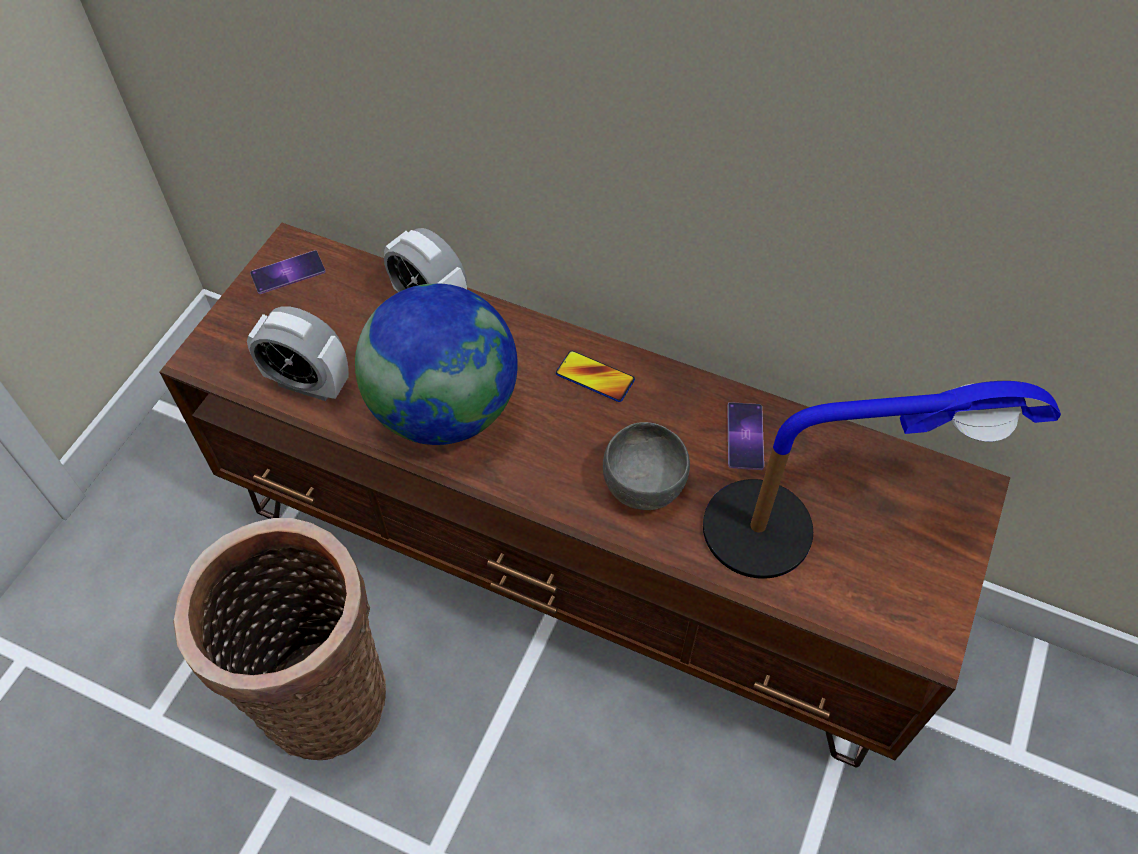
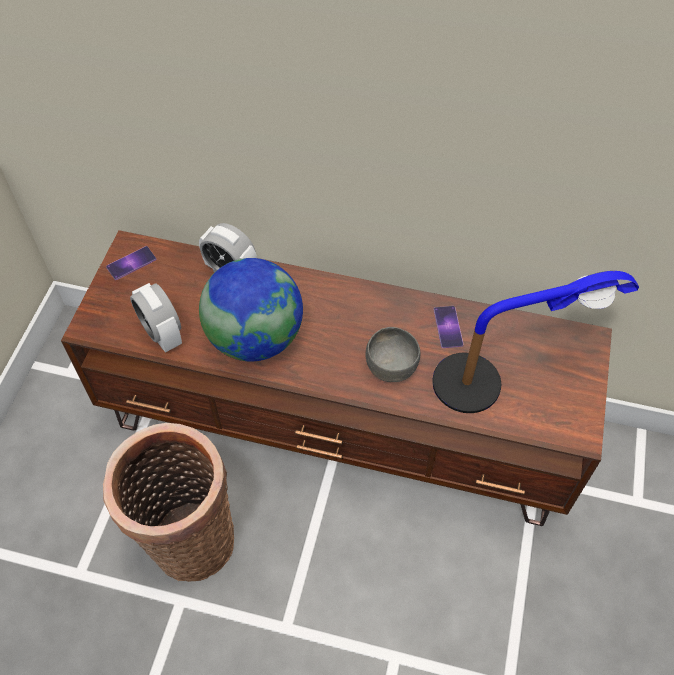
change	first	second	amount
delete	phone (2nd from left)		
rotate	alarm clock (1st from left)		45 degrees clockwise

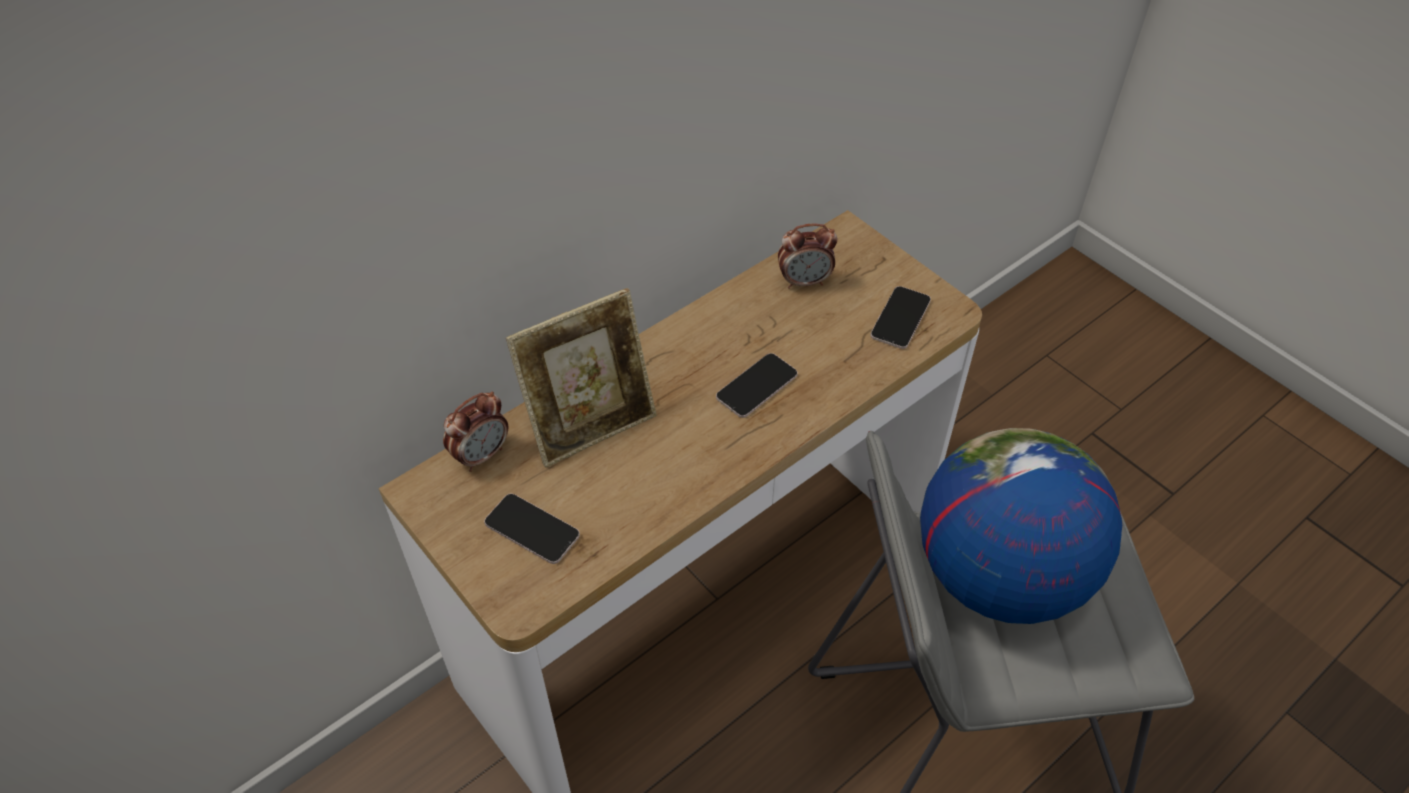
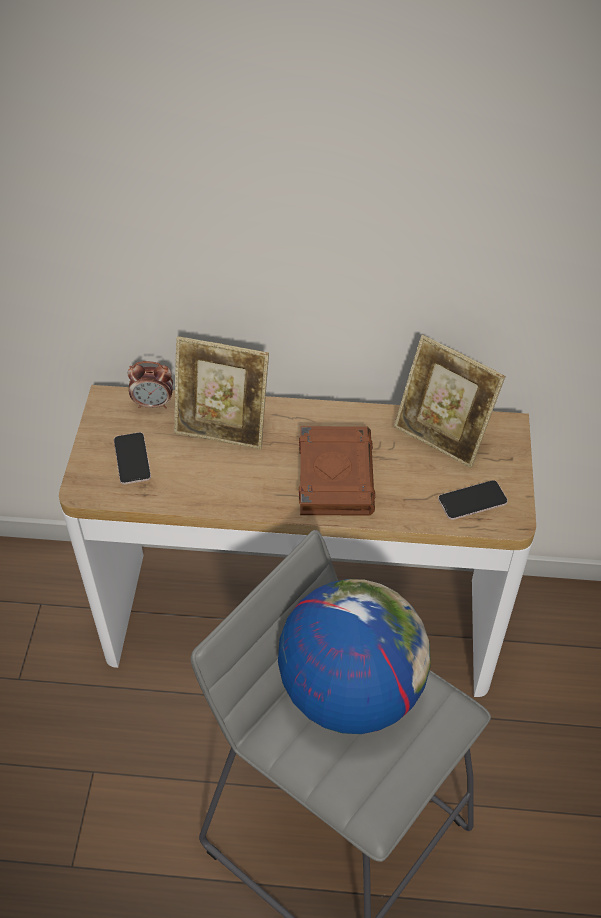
change	first	second	amount
replace	phone (2nd from left)	brown book	
replace	alarm clock (2nd from left)	picture frame (2nd from left)	

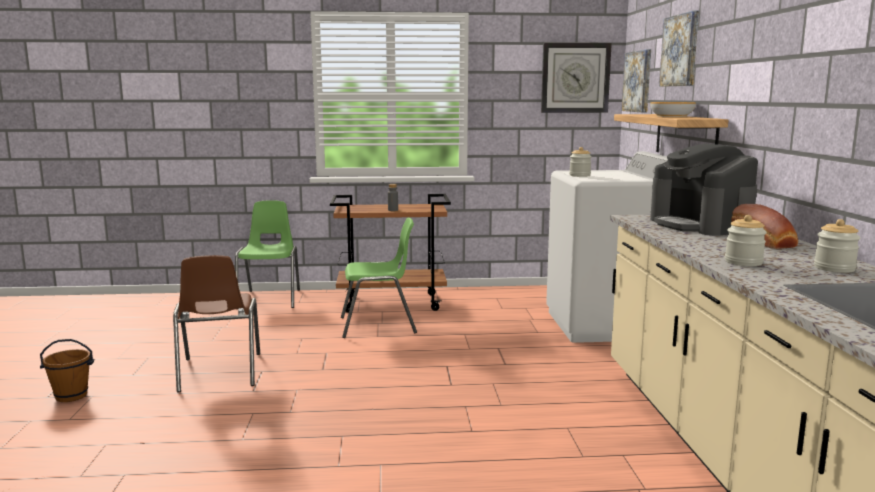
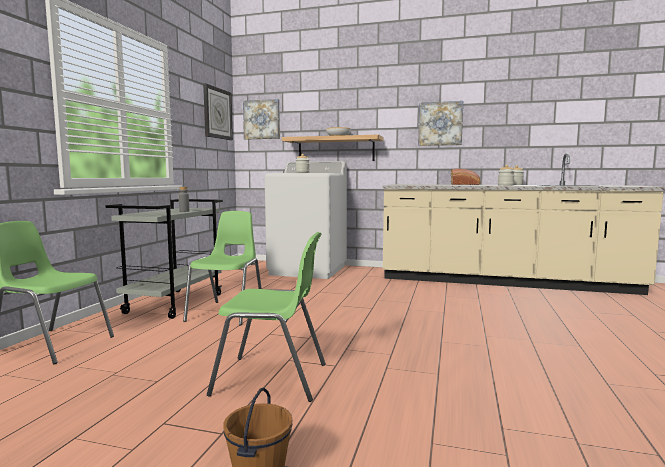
change	first	second	amount
delete	coffee machine		
move	picture (2nd from left)		
recolor	brown chair	green chair (3rd from left)	
recolor	brown cart	grey cart	

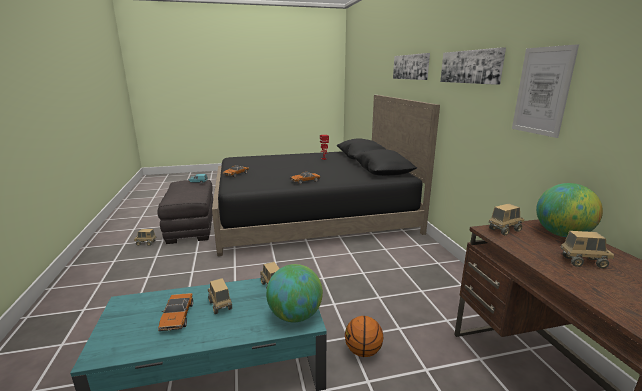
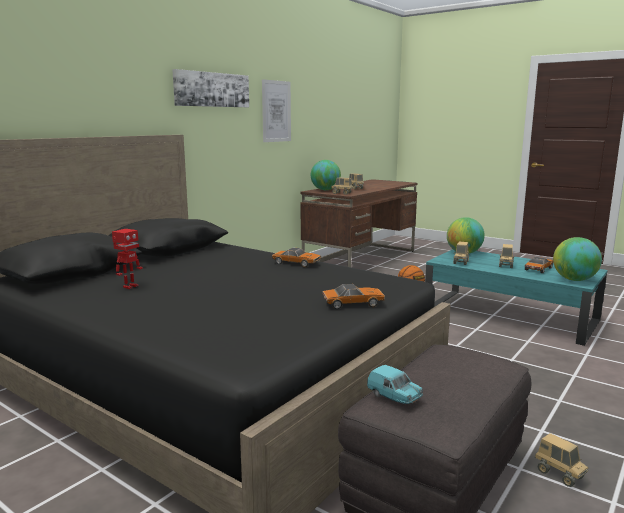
change	first	second	amount
delete	picture (1st from left)		
insert		globe (3rd from left)	

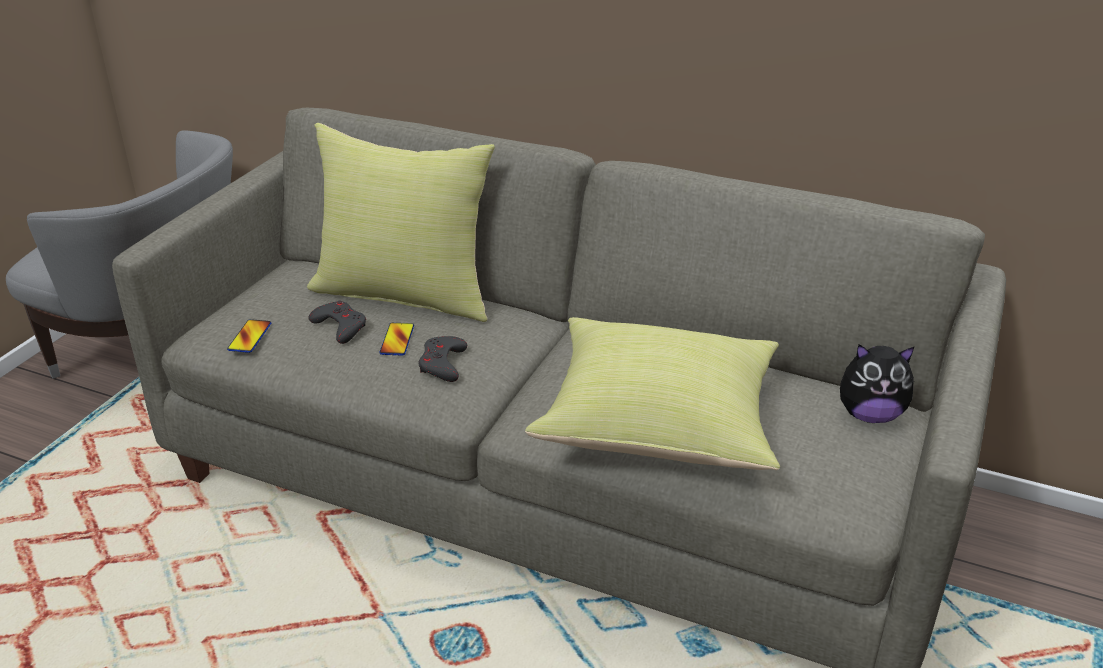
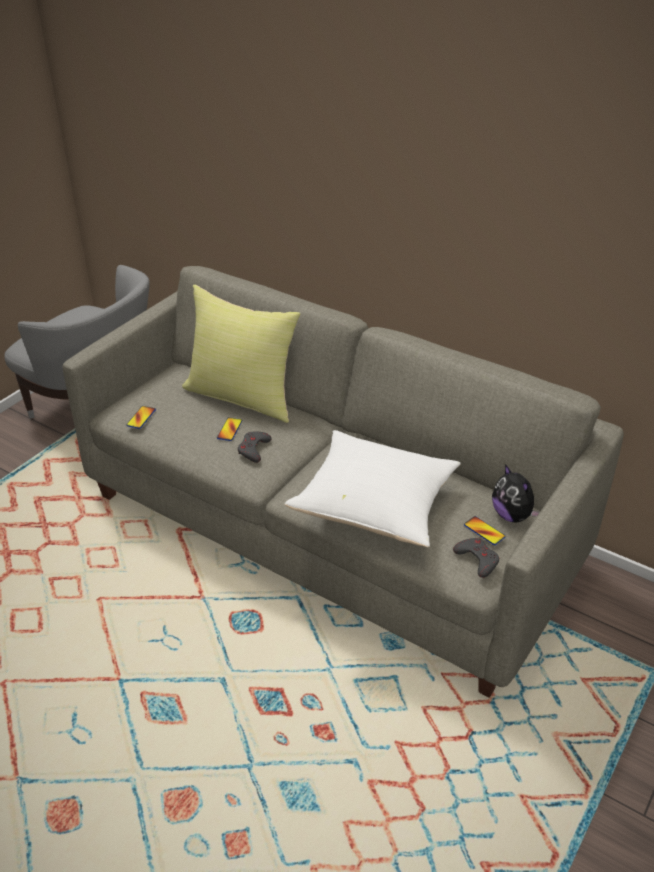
change	first	second	amount
insert		phone (3rd from left)	
move	grey game controller (1st from left in the first image)	grey game controller (2nd from left)	
recolor	yellow pillow (2nd from left)	white pillow	
rotate	plush toy		45 degrees clockwise

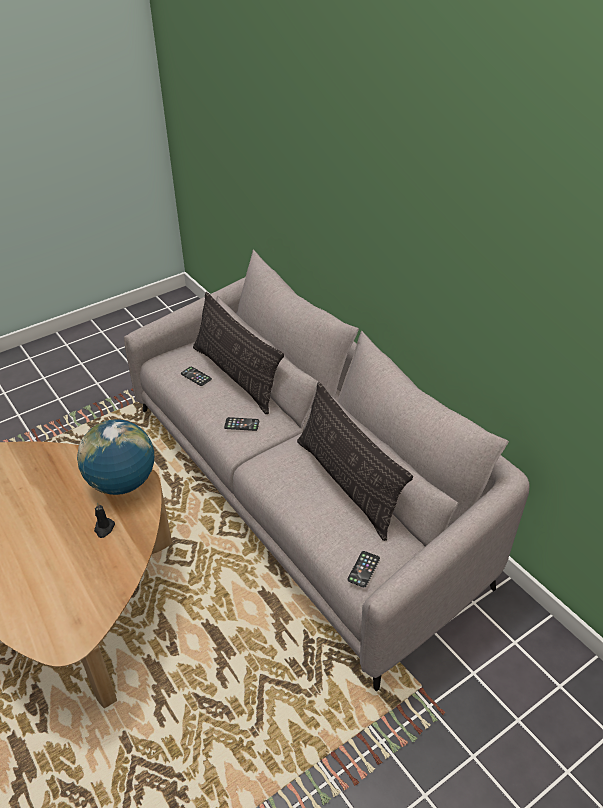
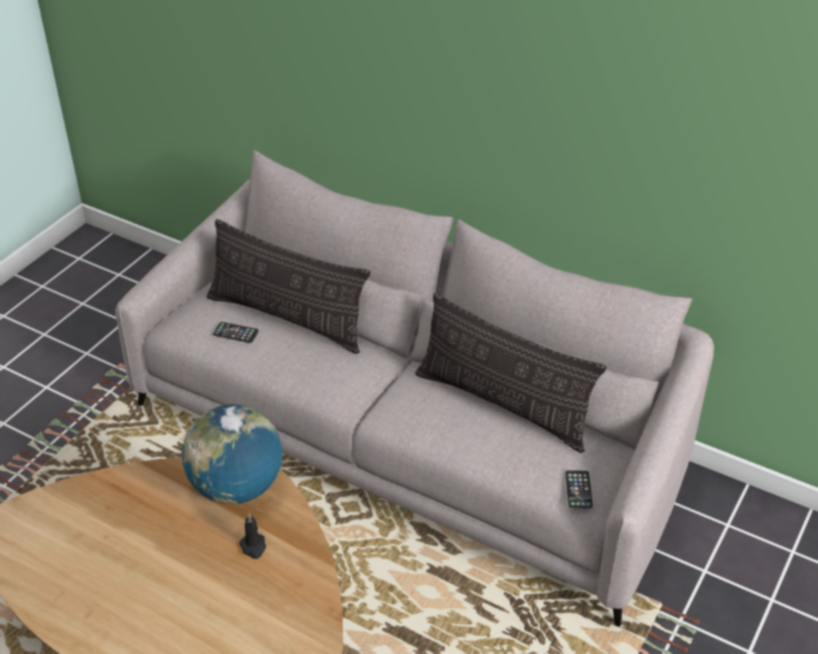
change	first	second	amount
delete	phone (2nd from left)		

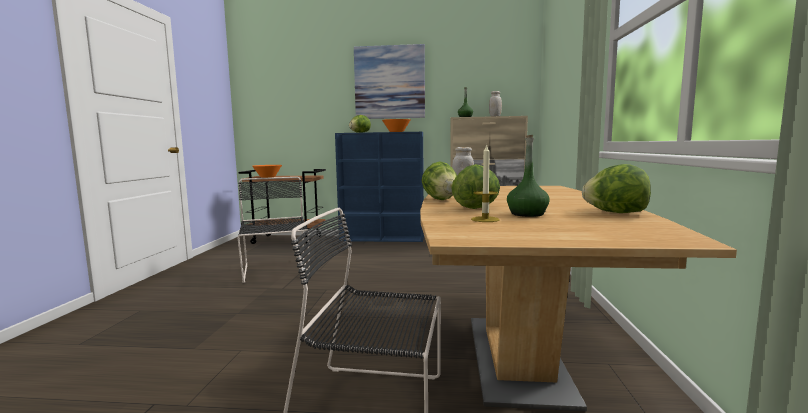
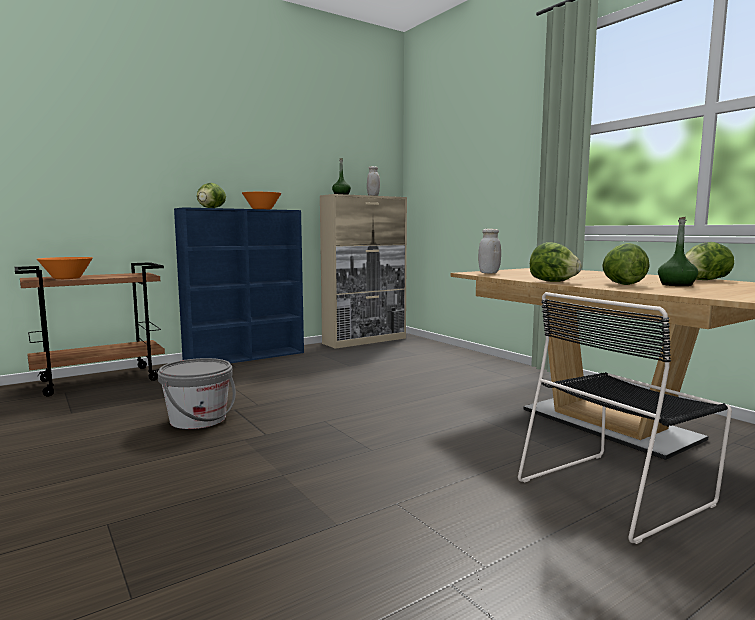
change	first	second	amount
delete	picture		
delete	candle		
replace	black chair (1st from left)	grey bucket	

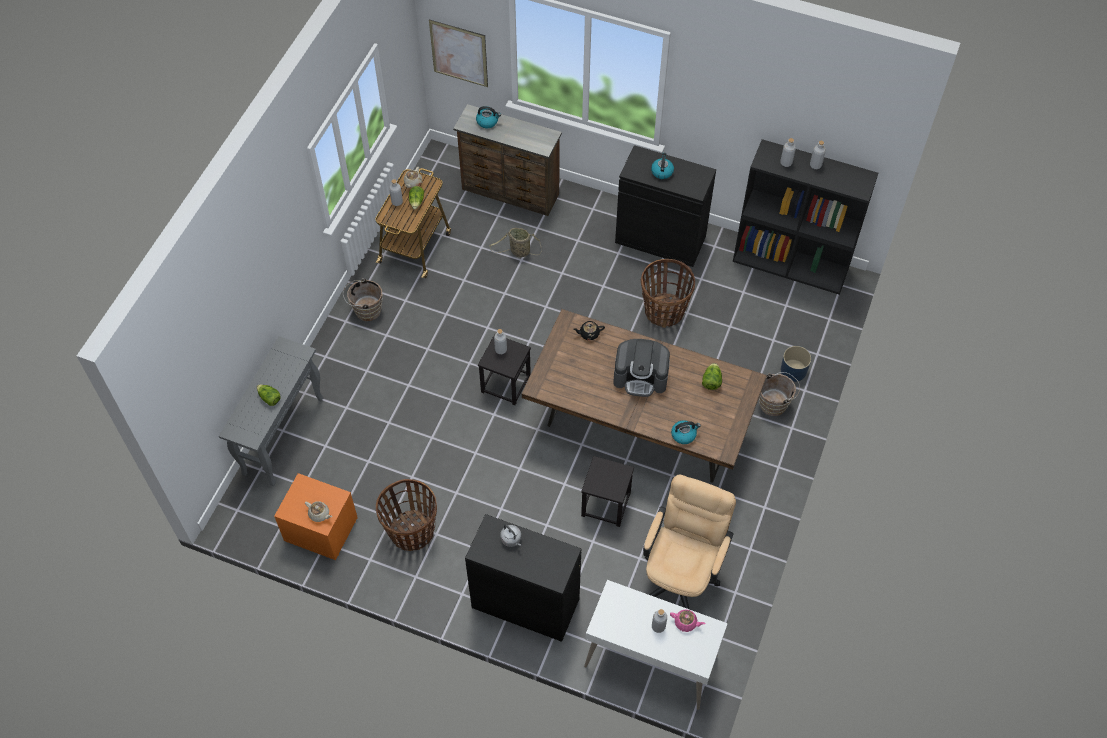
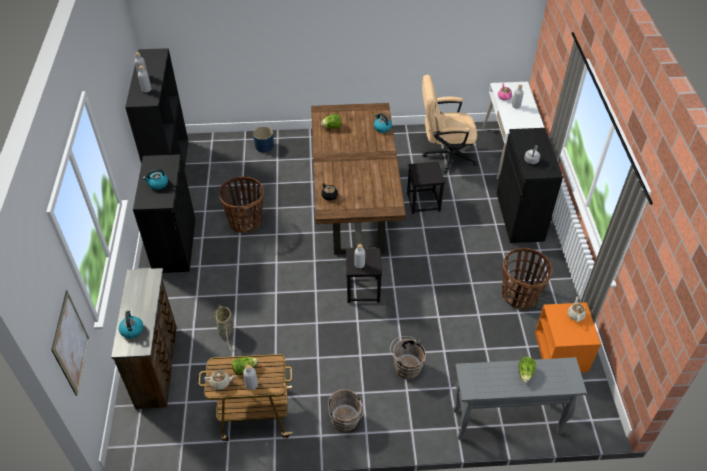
change	first	second	amount
delete	coffee machine		
move	brown bucket (2nd from left)		

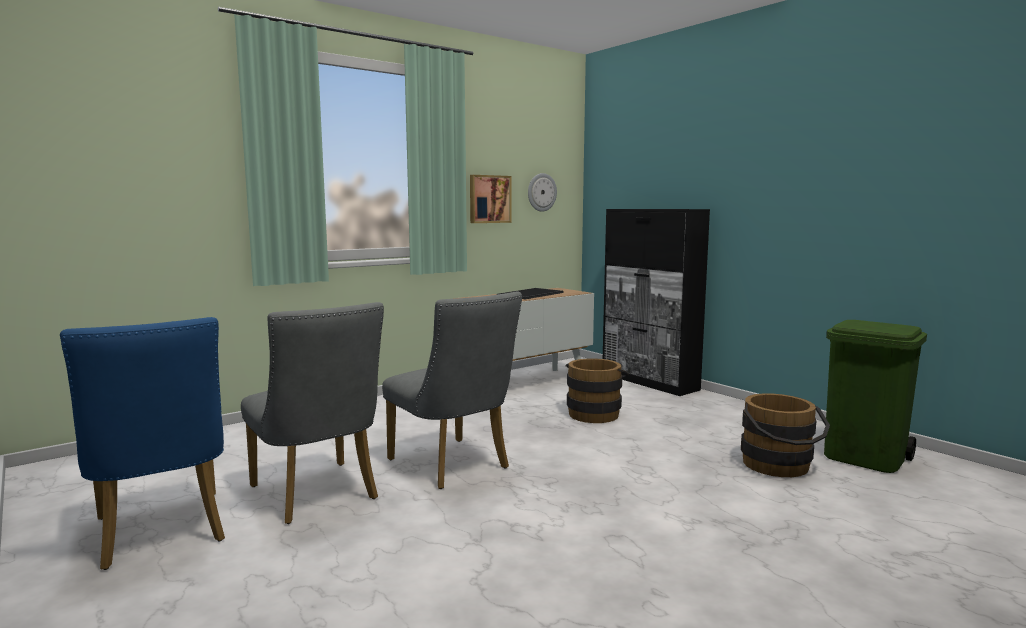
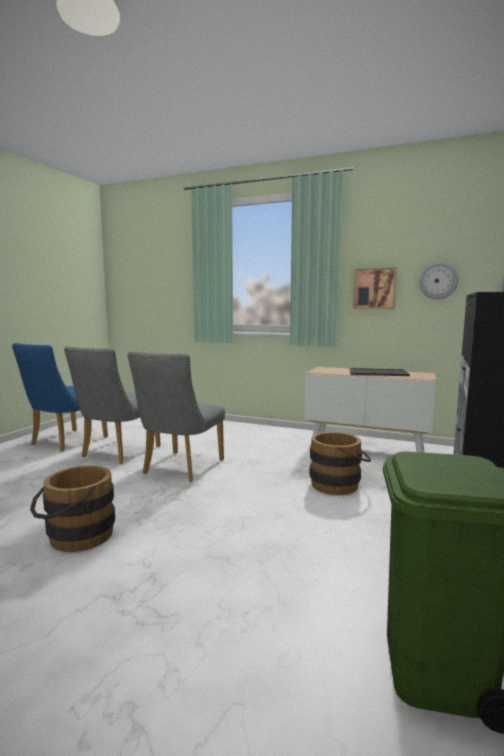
change	first	second	amount
move	brown bucket (2nd from left in the first image)	brown bucket (1st from left)	

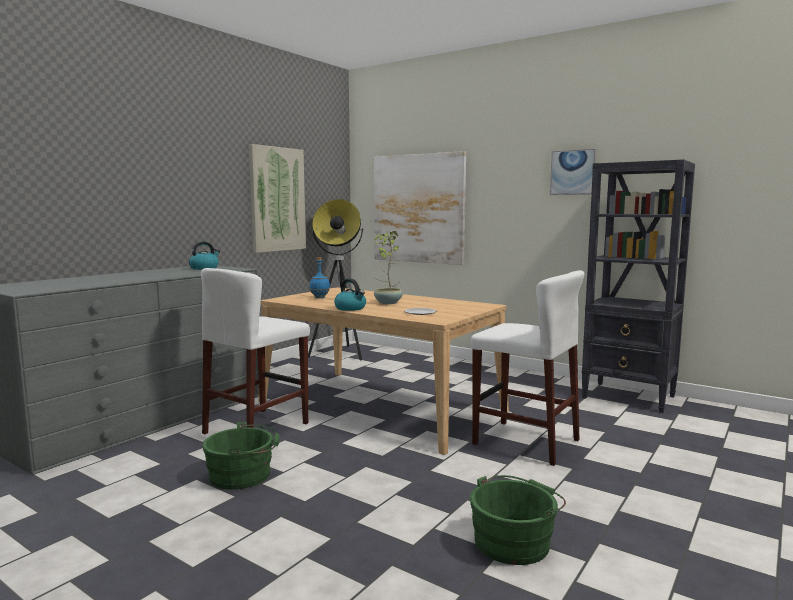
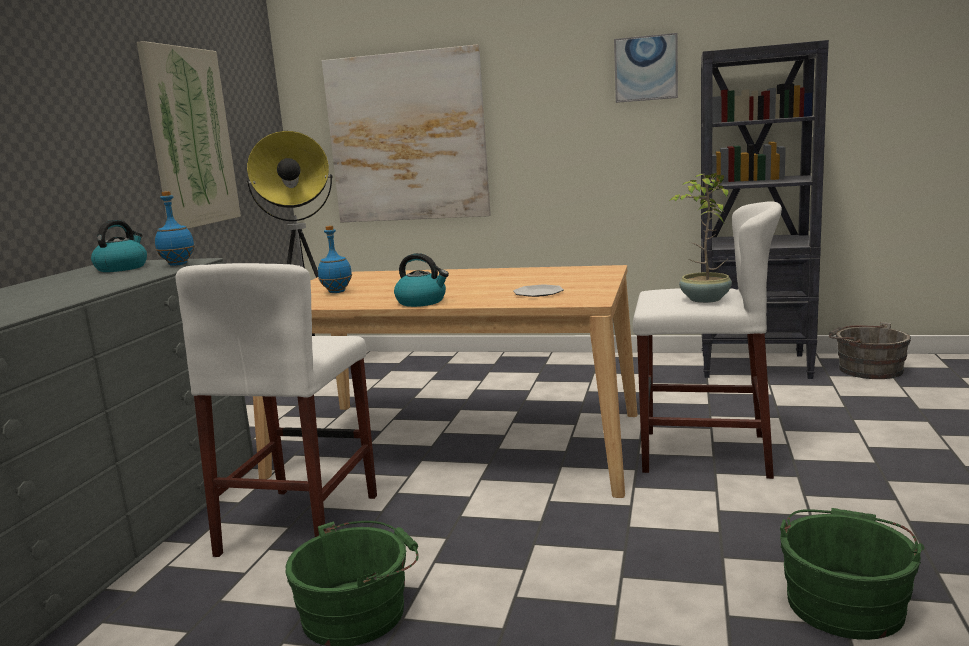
change	first	second	amount
insert		blue bottle (1st from left)	
insert		grey bucket	
move	potted plant		

